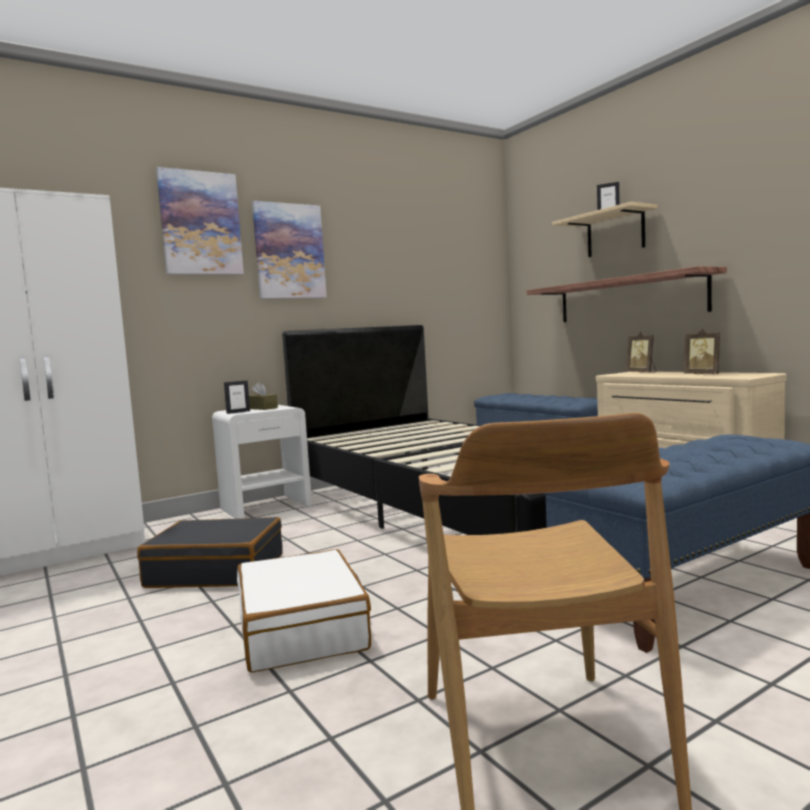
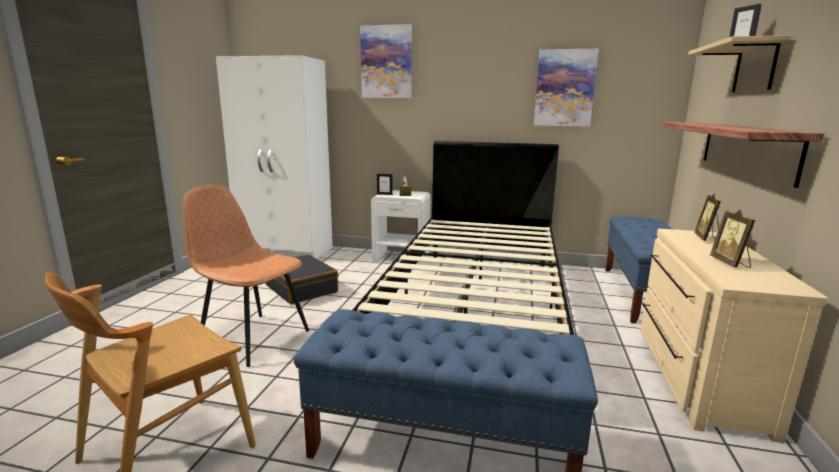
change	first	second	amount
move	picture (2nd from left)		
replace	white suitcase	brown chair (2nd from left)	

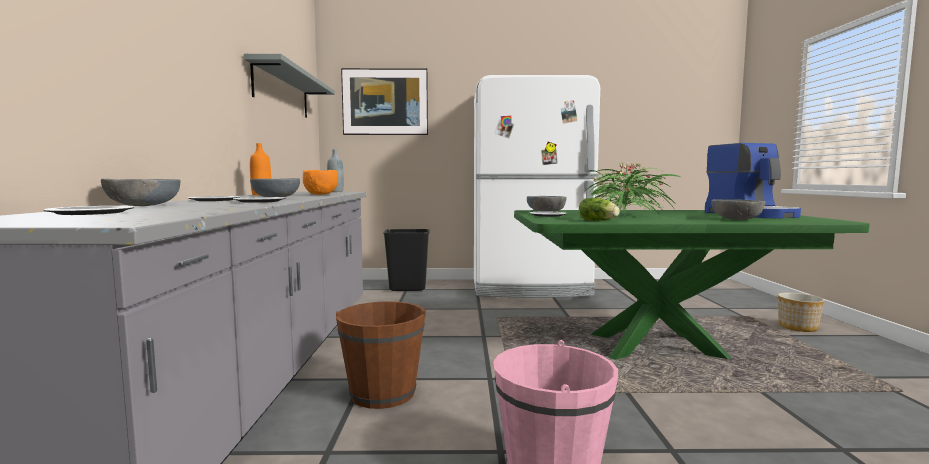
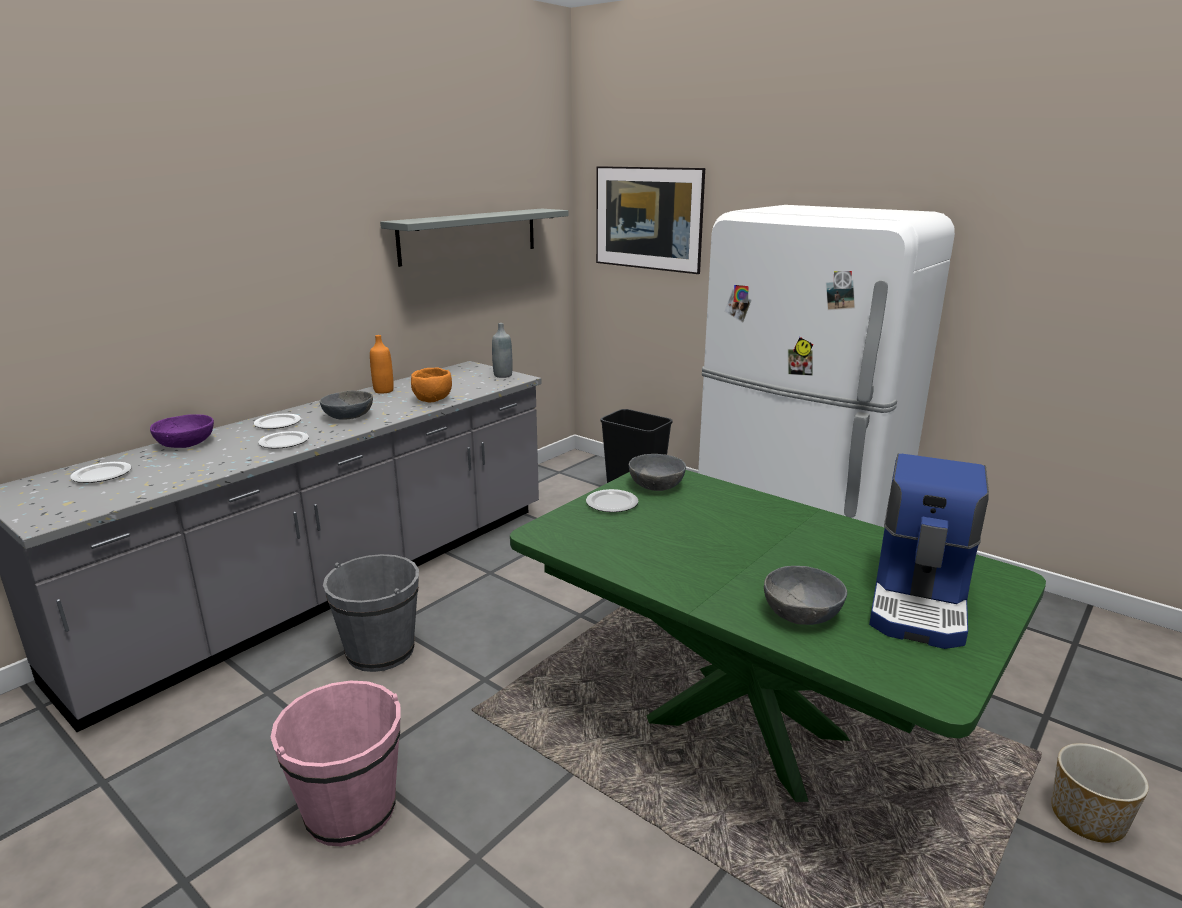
change	first	second	amount
delete	lettuce		
delete	potted plant		
recolor	grey bowl (1st from left)	purple bowl	
recolor	brown bucket	grey bucket	

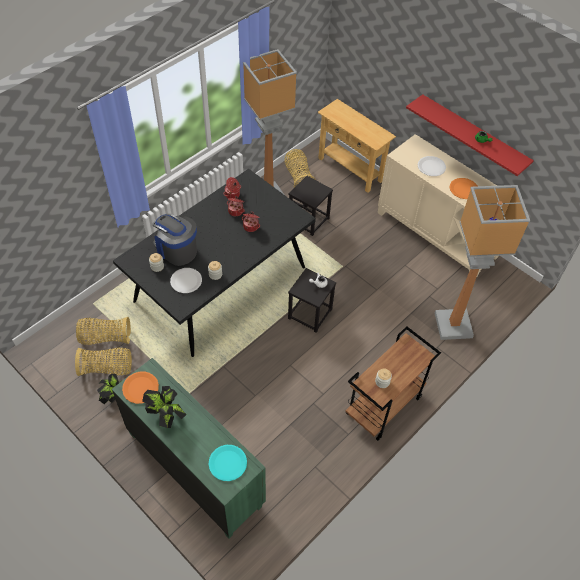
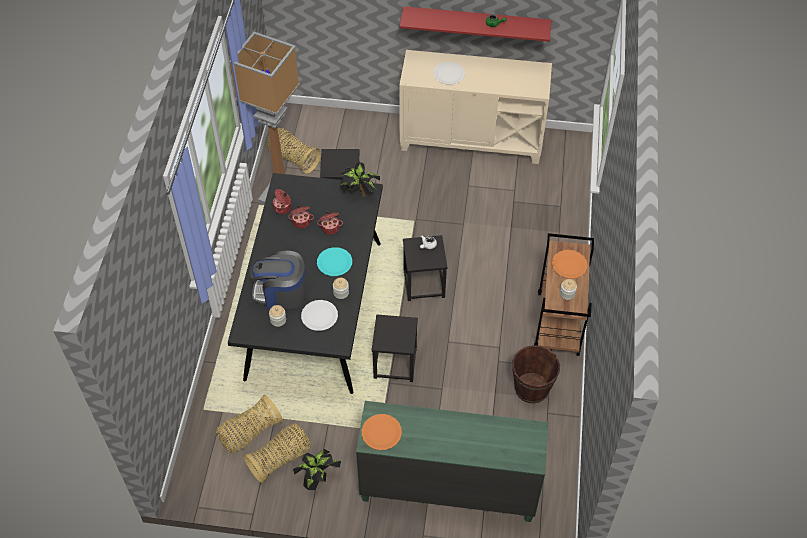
change	first	second	amount
delete	beige console table		
delete	floor lamp (2nd from left)		
insert		black stool (2nd from left)	
insert		brown bucket	
move	potted plant (2nd from left)		
move	turquoise plate		
move	orange plate (2nd from left)		

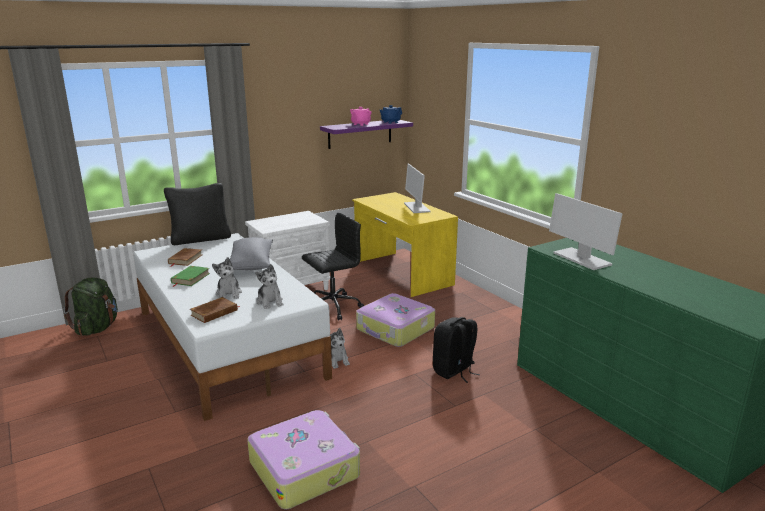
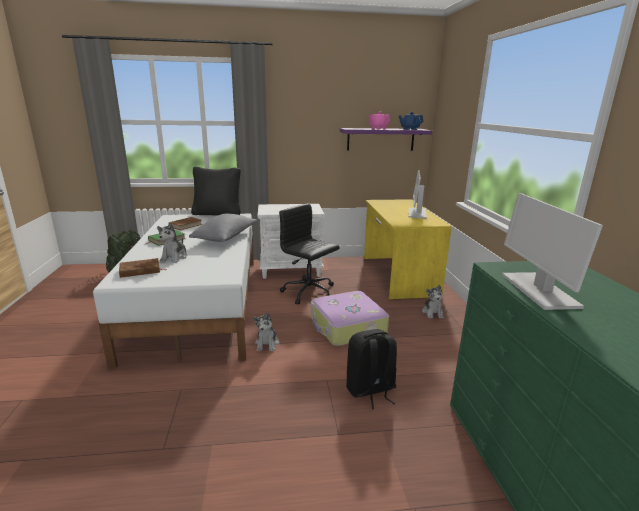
change	first	second	amount
delete	suitcase (1st from left)		
move	plush toy (2nd from left in the first image)	plush toy (3rd from left)	
rotate	black office chair		135 degrees counterclockwise

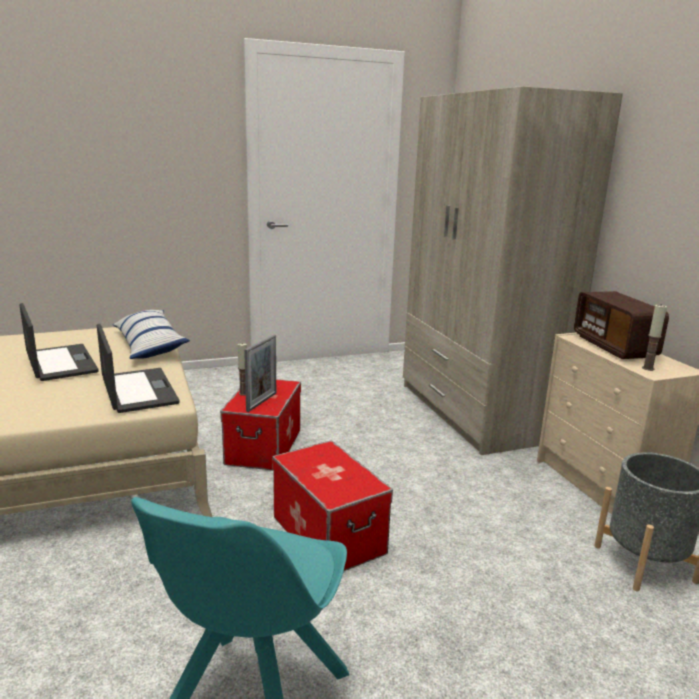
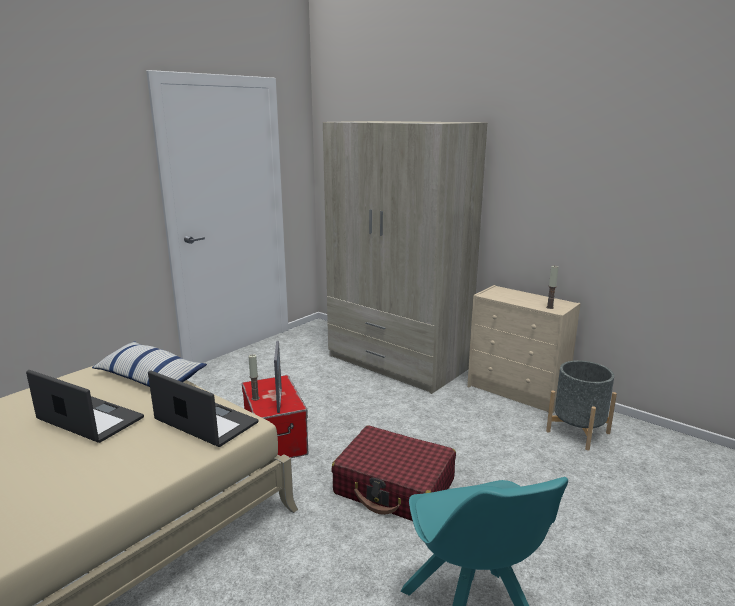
change	first	second	amount
delete	radio		
replace	storage box (2nd from left)	red suitcase	

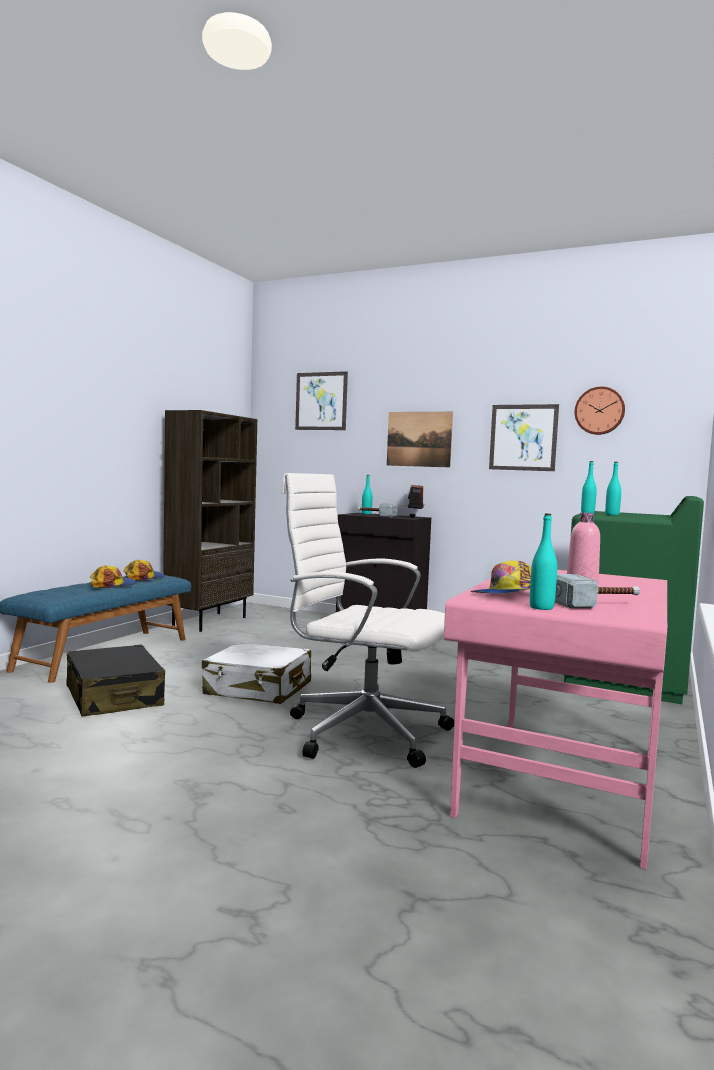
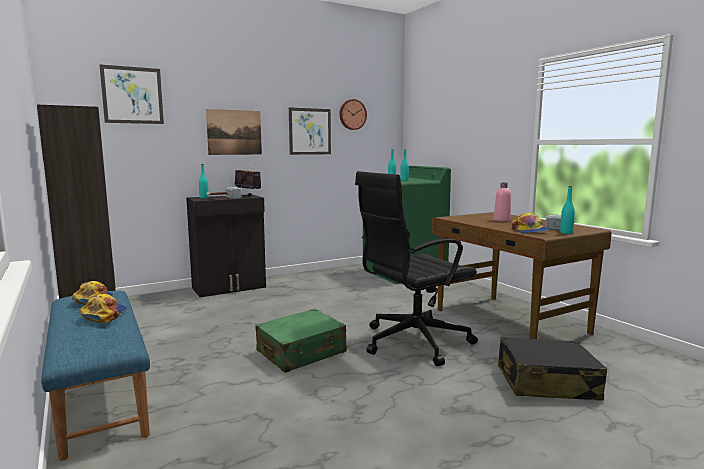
change	first	second	amount
move	black suitcase		
recolor	white suitcase	green suitcase	
recolor	white office chair	black office chair	
recolor	pink desk	brown desk	

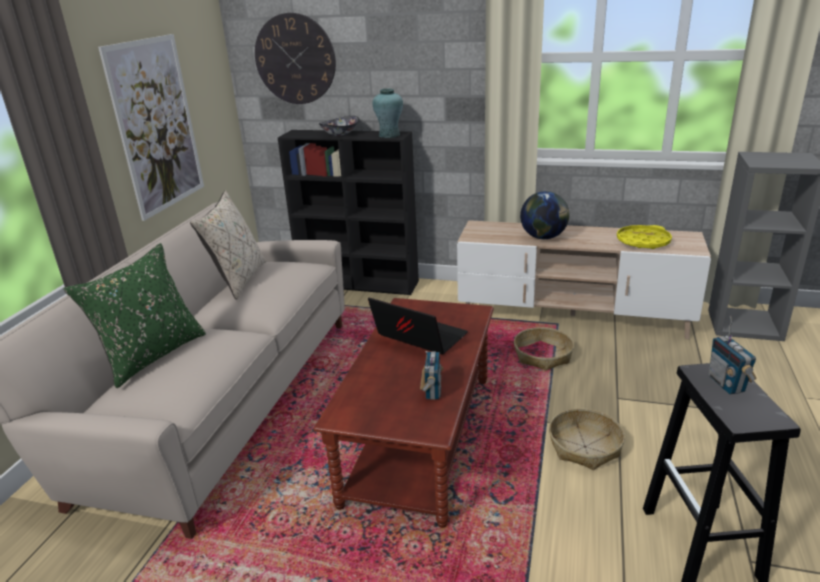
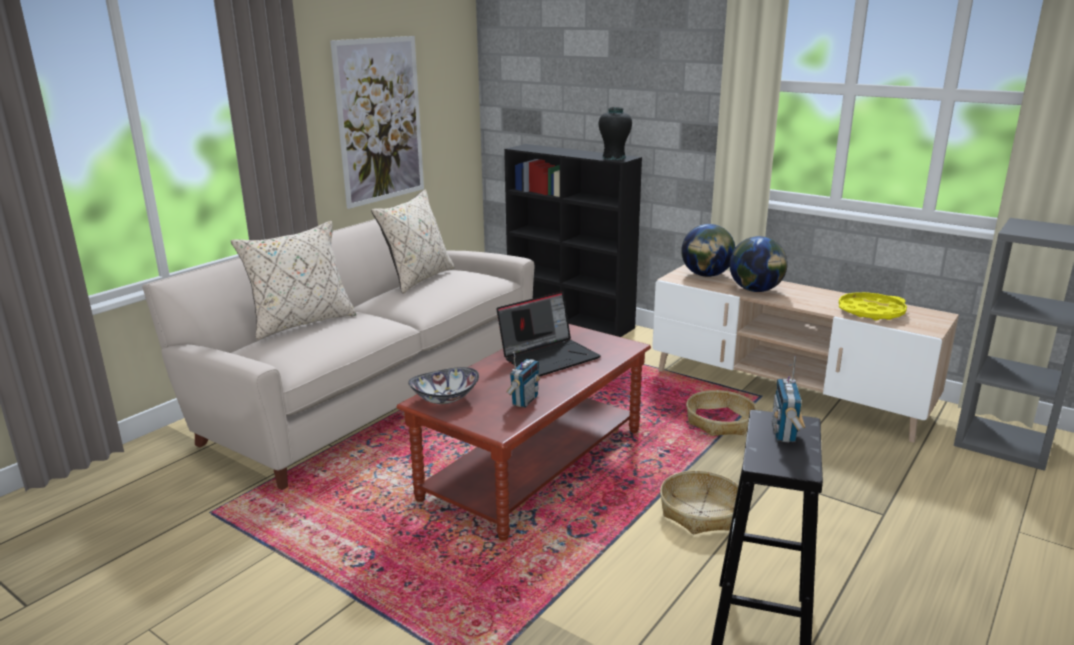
change	first	second	amount
delete	wall clock		
insert		globe (1st from left)	
move	bowl		
recolor	green pillow	beige pillow (1st from left)	
recolor	turquoise vase	black vase	
rotate	laptop		90 degrees clockwise

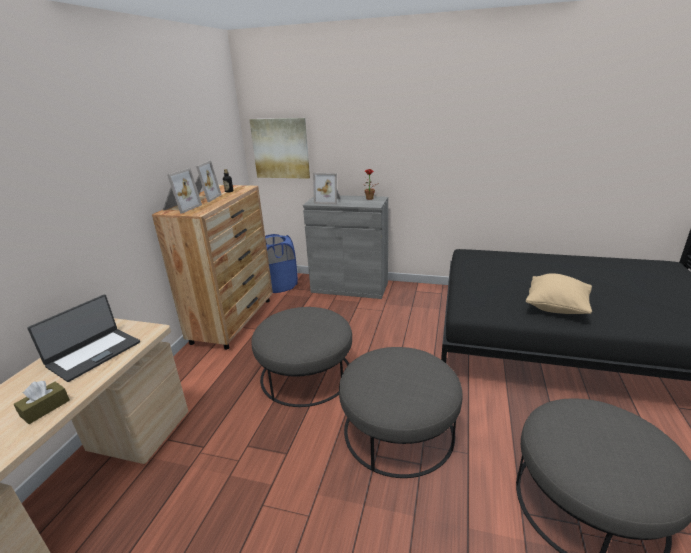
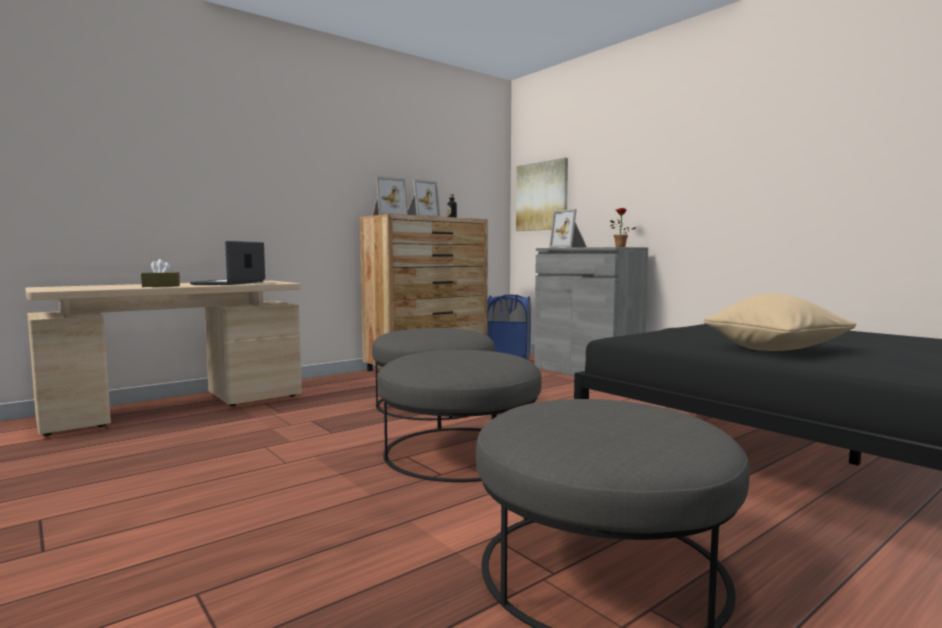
change	first	second	amount
rotate	laptop		120 degrees clockwise

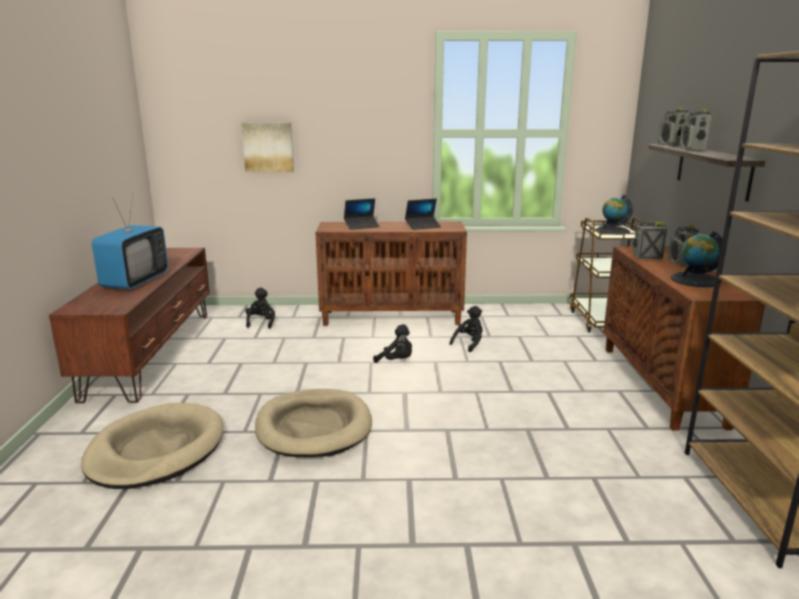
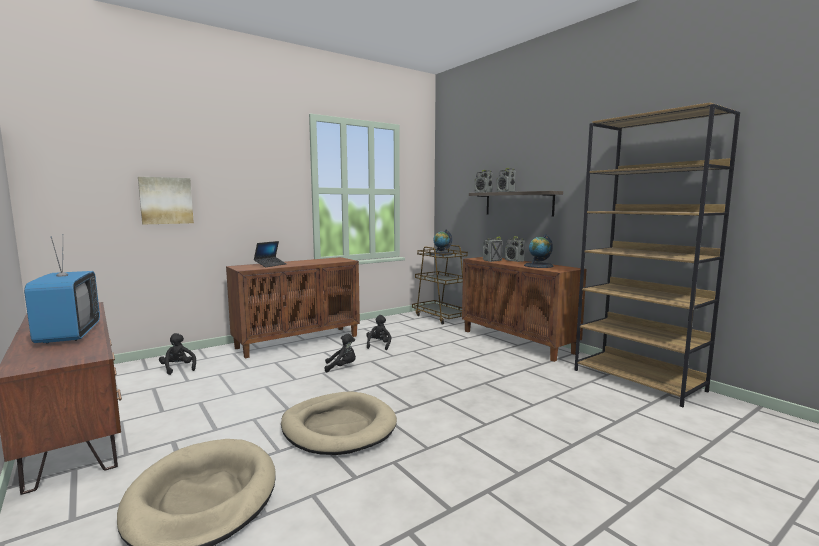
change	first	second	amount
delete	laptop (2nd from left)		

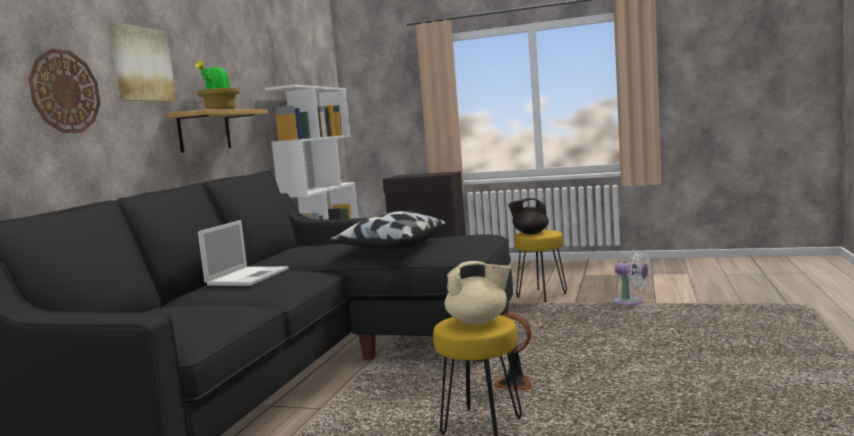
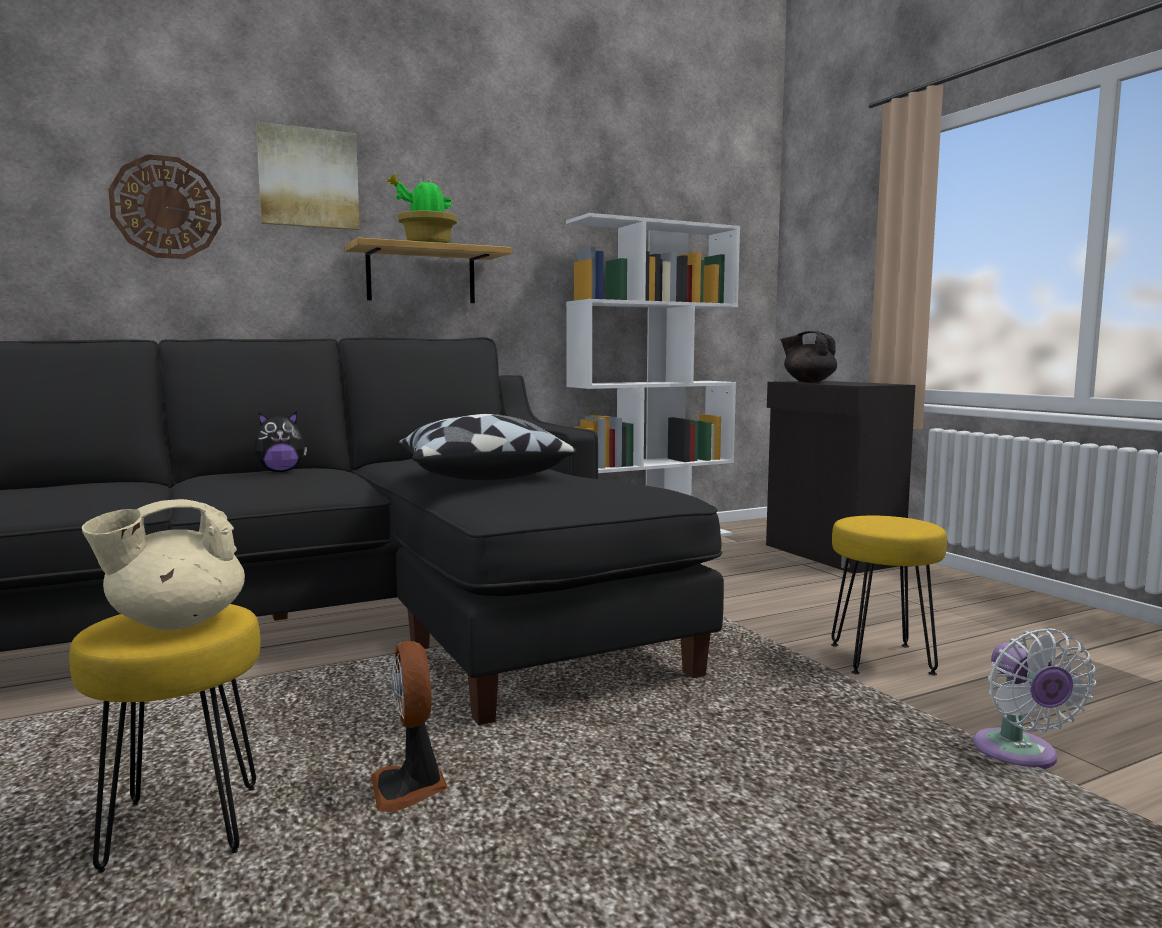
change	first	second	amount
move	black teapot		
replace	laptop	plush toy	
rotate	beige teapot		105 degrees clockwise

